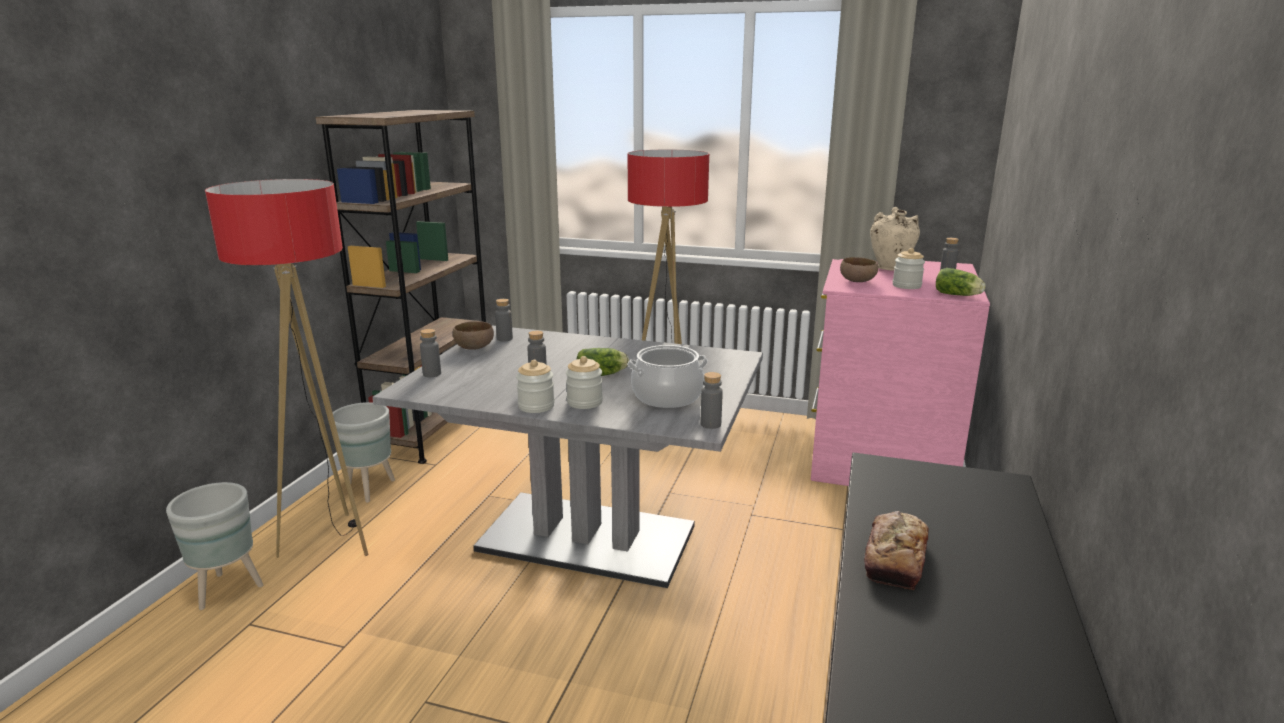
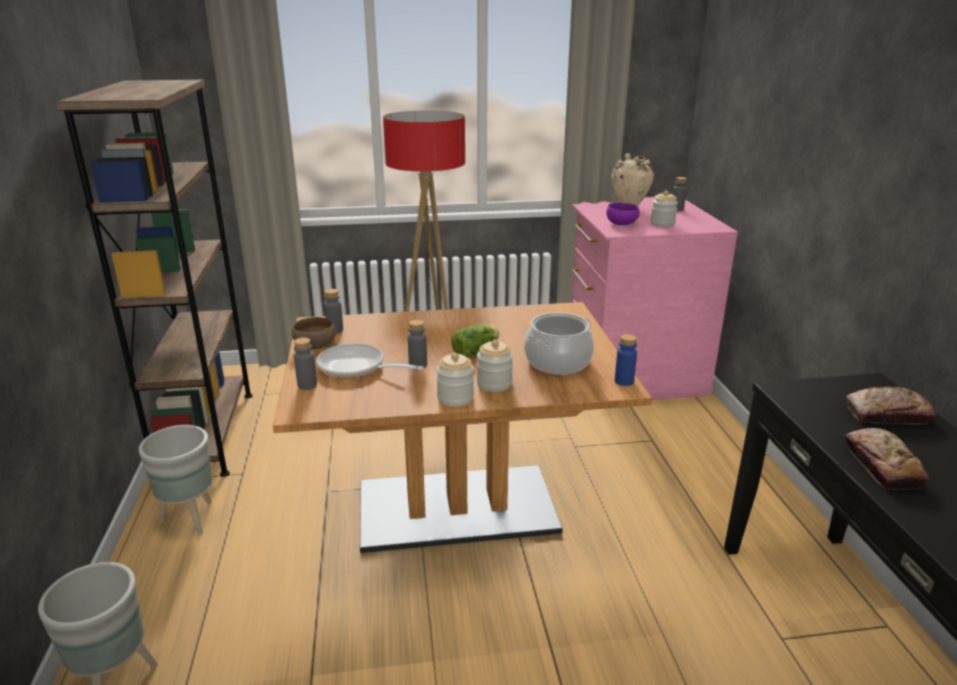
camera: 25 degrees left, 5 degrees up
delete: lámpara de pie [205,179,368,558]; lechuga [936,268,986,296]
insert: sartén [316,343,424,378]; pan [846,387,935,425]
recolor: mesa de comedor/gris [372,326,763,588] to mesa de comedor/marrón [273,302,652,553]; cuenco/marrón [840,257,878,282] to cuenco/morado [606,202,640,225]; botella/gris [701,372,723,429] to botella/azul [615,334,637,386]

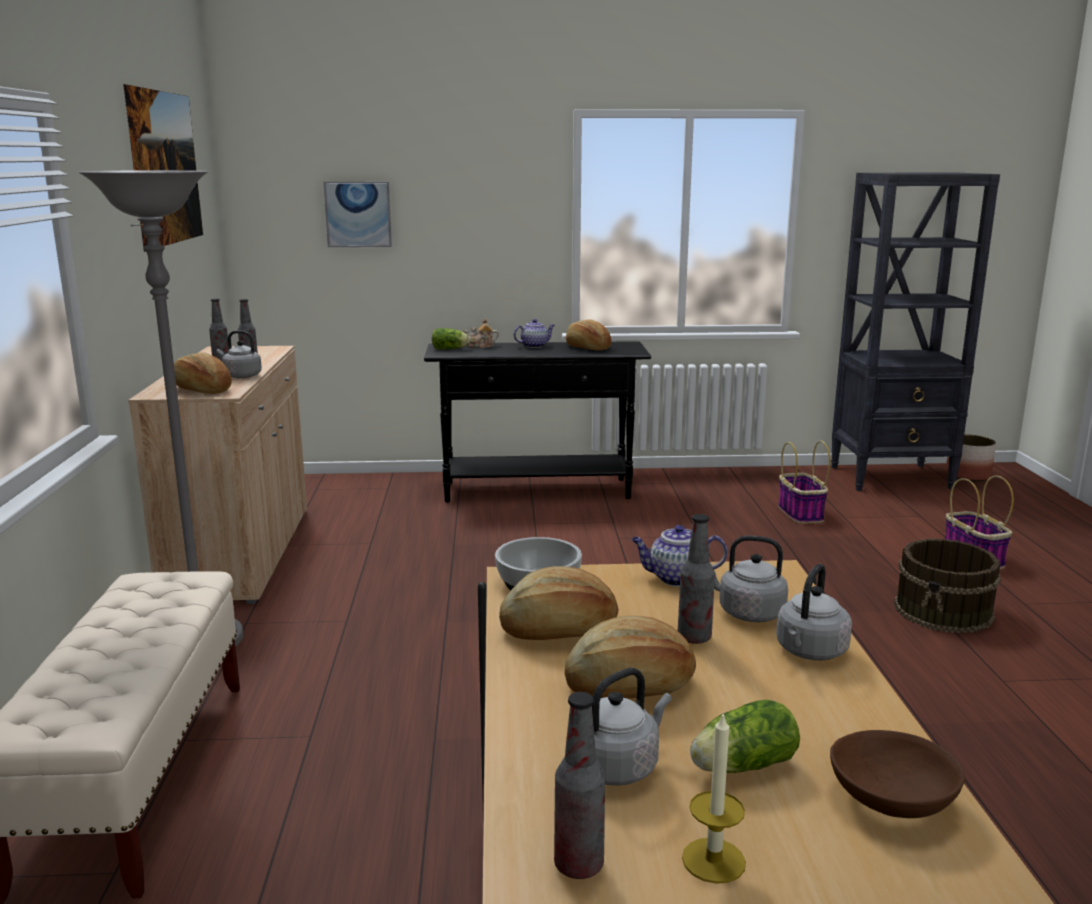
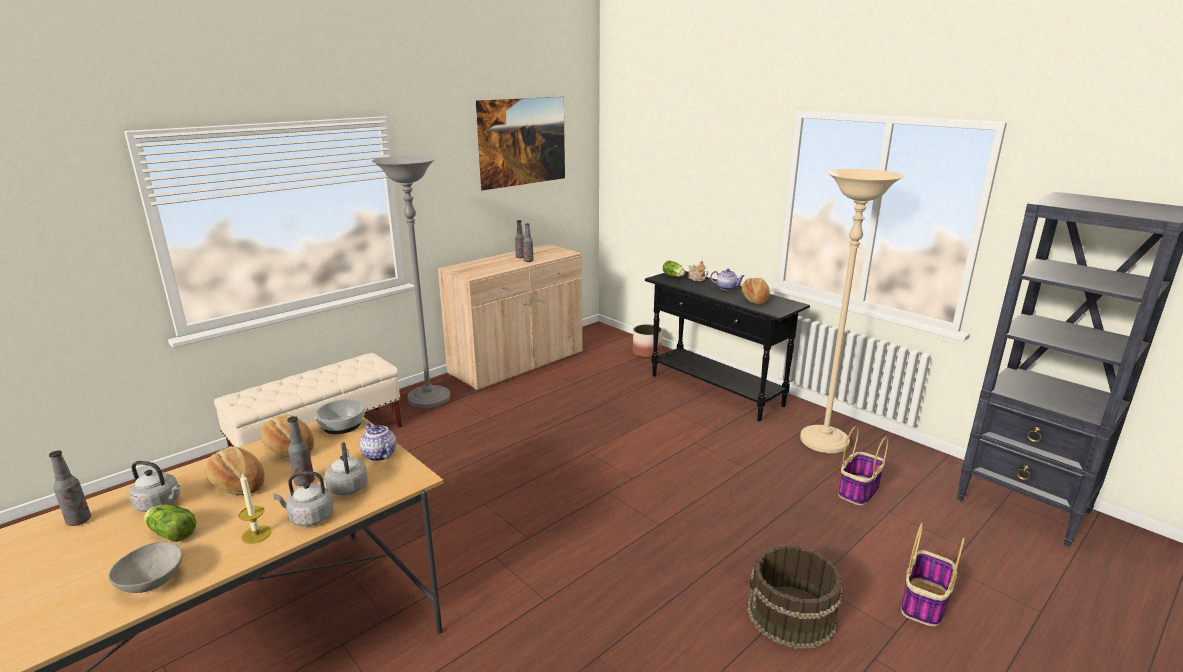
camera: 50 degrees right, 5 degrees up
delete: pan [174,352,232,394]; hervidor/gris [217,331,262,378]; cuadro [324,182,392,247]
insert: lámpara de pie/beis [800,169,904,454]
move: vela [682,712,746,884] to [239,474,271,544]; maceta [946,434,996,481] to [633,324,662,358]
recolor: cuenco/marrón [830,730,965,818] to cuenco/gris [109,542,183,593]

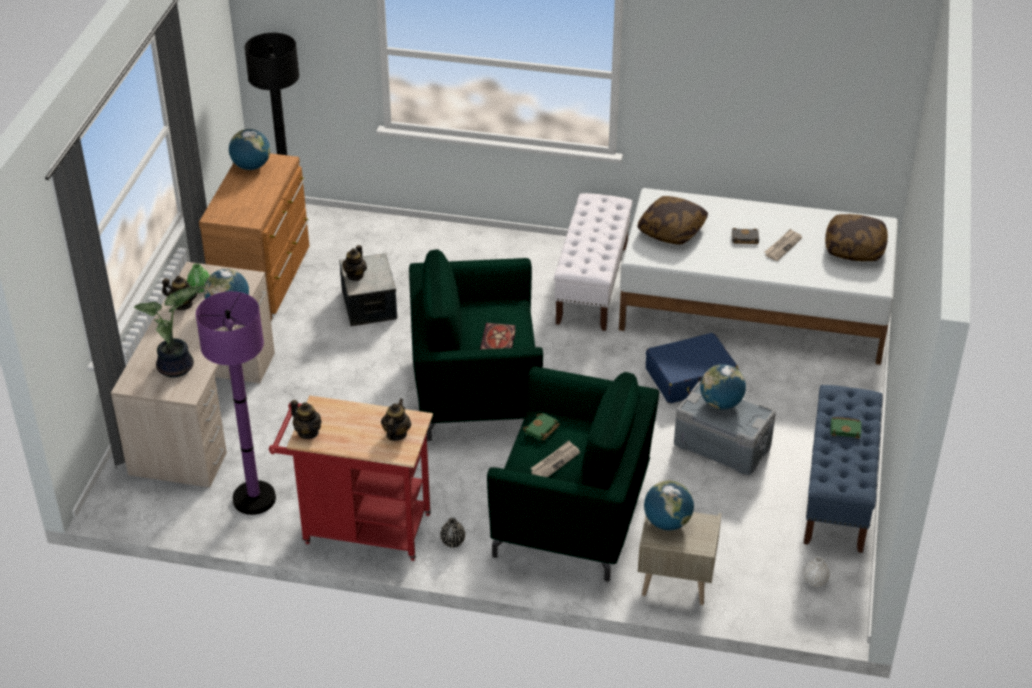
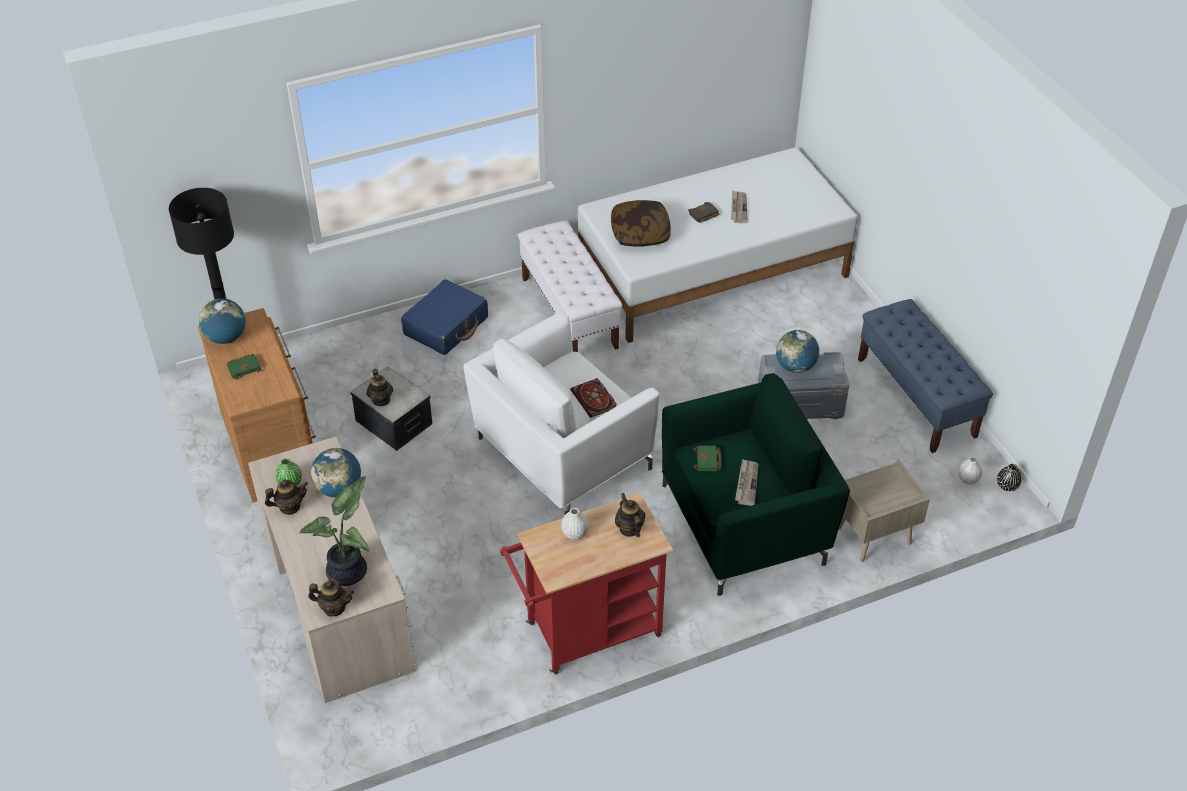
camera: 35 degrees left, 5 degrees up
delete: lámpara de pie/morado [196,291,276,515]; globo terráqueo [644,480,694,530]; cojín [825,214,888,261]
insert: florero/blanco [561,508,589,539]
move: libro/verde [830,417,861,439] to [227,354,261,379]; tetera [291,400,322,439] to [308,581,354,617]; maleta/azul [646,333,739,403] to [401,279,488,355]; florero/negro [440,518,465,548] to [997,464,1022,491]
recolor: sillón/verde [409,249,543,441] to sillón/blanco [464,312,660,515]

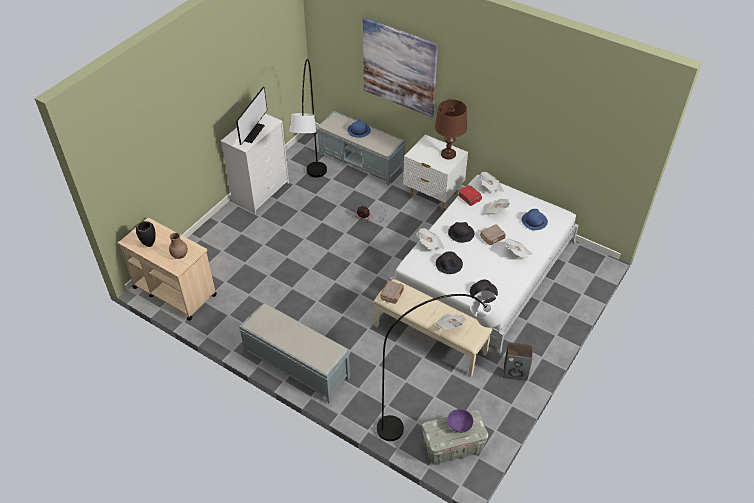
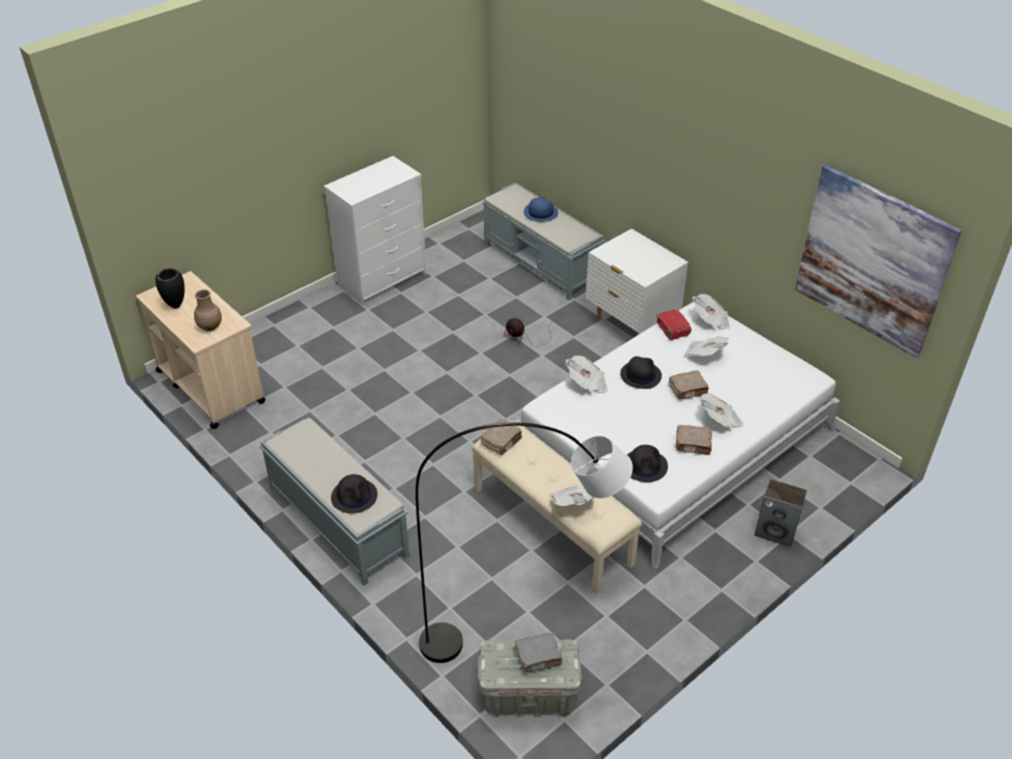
camera: 15 degrees right, 5 degrees down
delete: monitor [236,86,267,145]; lámpara de pie/gris [290,59,327,177]; lámpara de mesa/marrón [435,99,467,159]; sombrero/azul [522,209,548,230]
insert: libro/marrón [676,425,712,455]
move: sombrero/negro [436,251,463,274] to [331,474,378,514]; altavoz [503,342,533,381] to [755,479,807,547]; cuadro [363,18,438,118] to [795,165,962,358]
replace: cuenco/morado [447,409,473,433] to libro/gris [515,633,563,673]

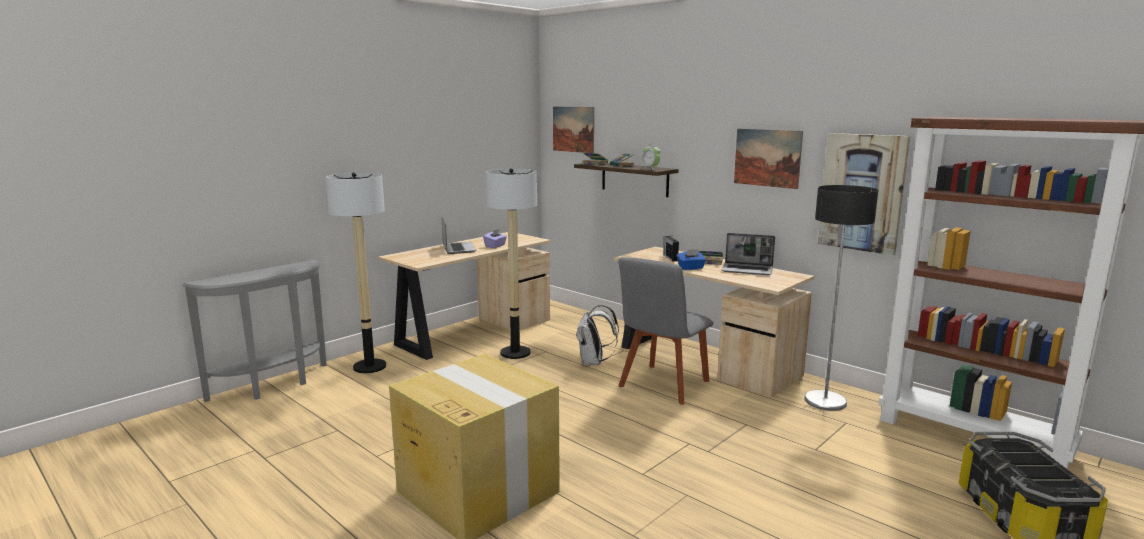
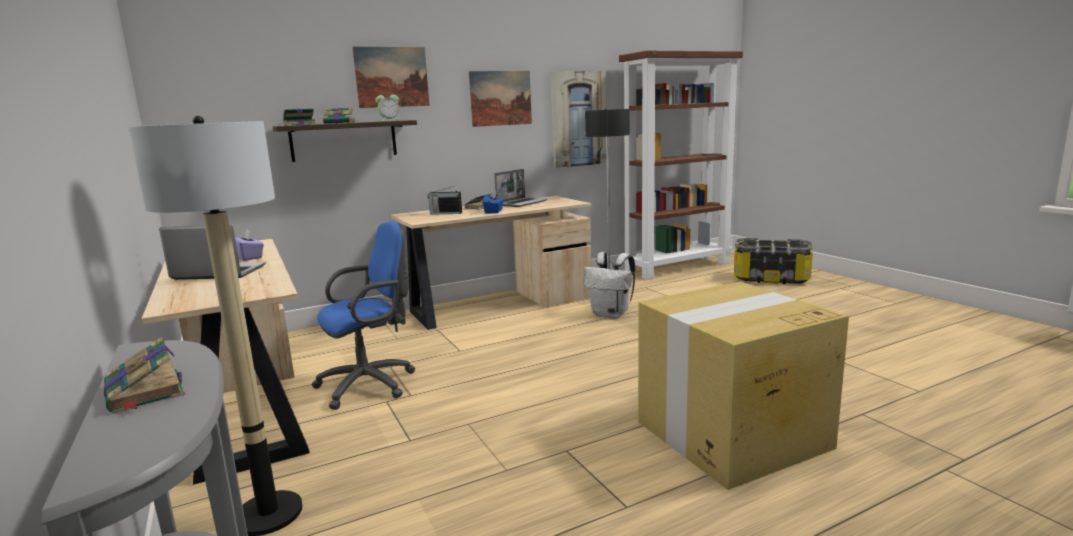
camera: 70 degrees left, 0 degrees up
delete: silla/gris [618,257,714,405]
insert: libro [104,337,185,413]
move: cuadro [553,106,594,153] to [352,47,430,108]; mochila/blanco [577,305,619,365] to [584,252,635,318]
replace: lámpara de pie [486,168,537,359] to silla de oficina/azul [312,221,415,410]

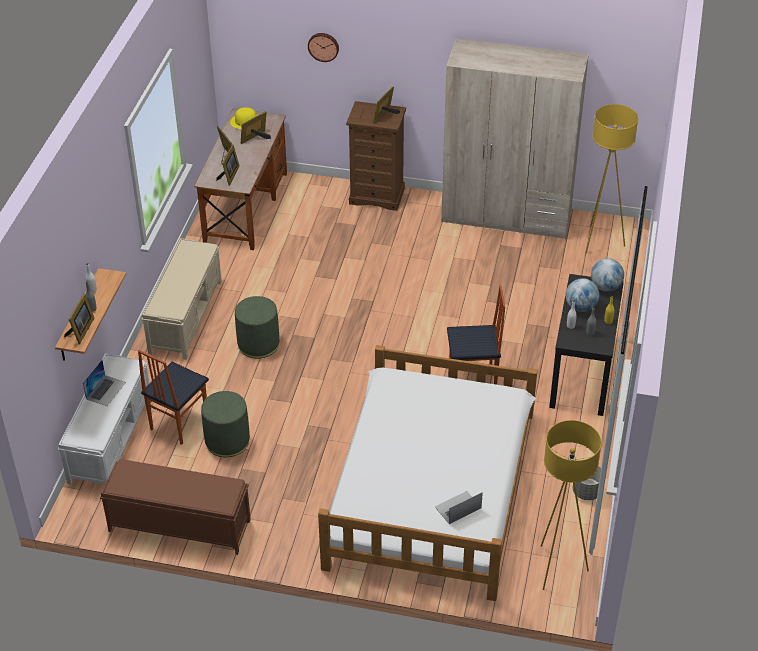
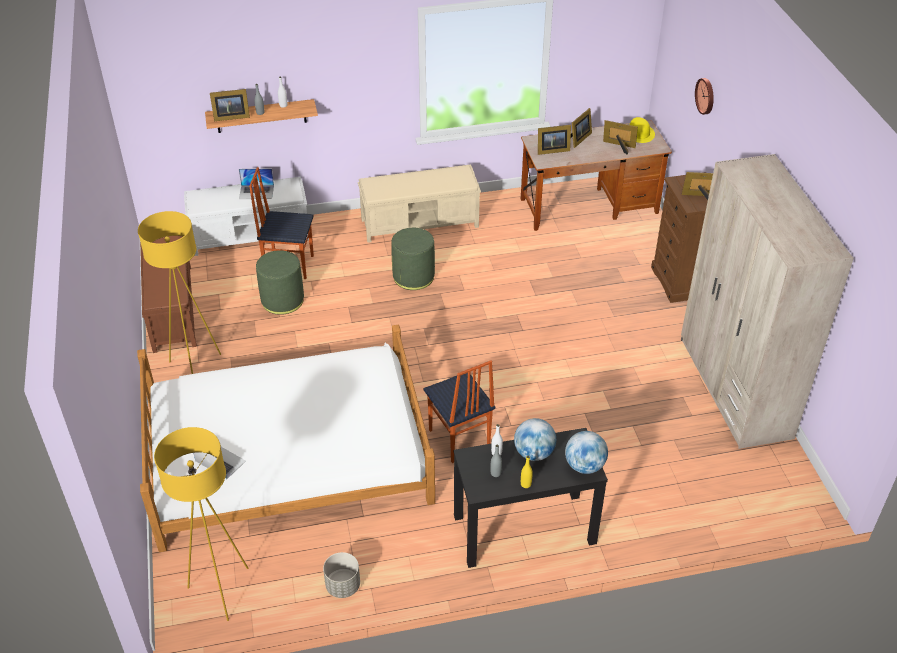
camera: 65 degrees right, 0 degrees up
move: lámpara de pie/amarillo [585,104,638,254] to [138,211,221,374]

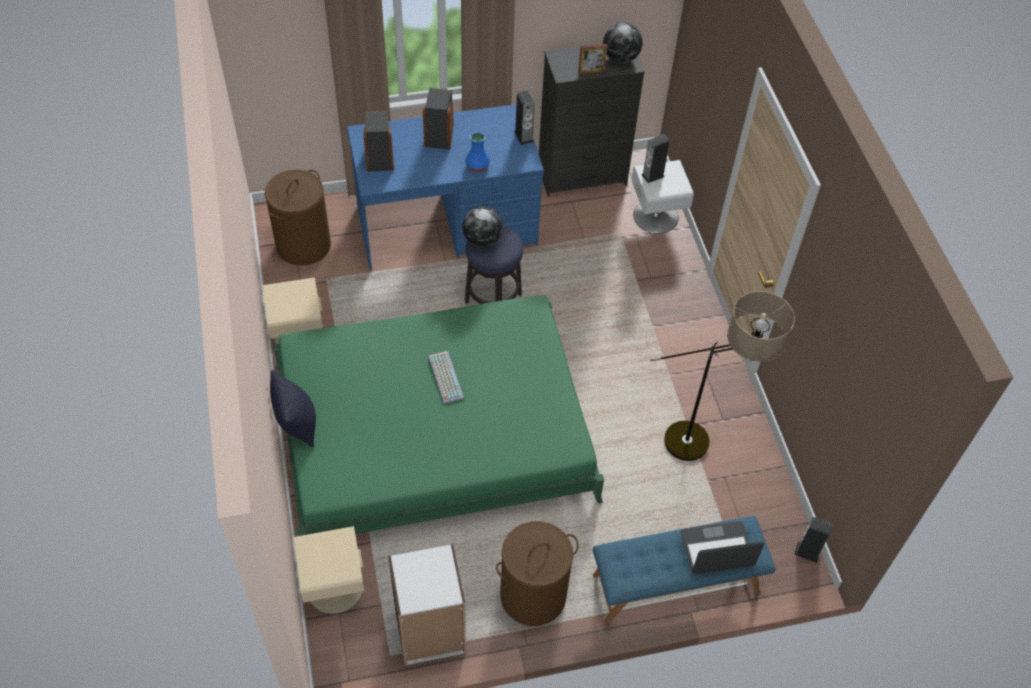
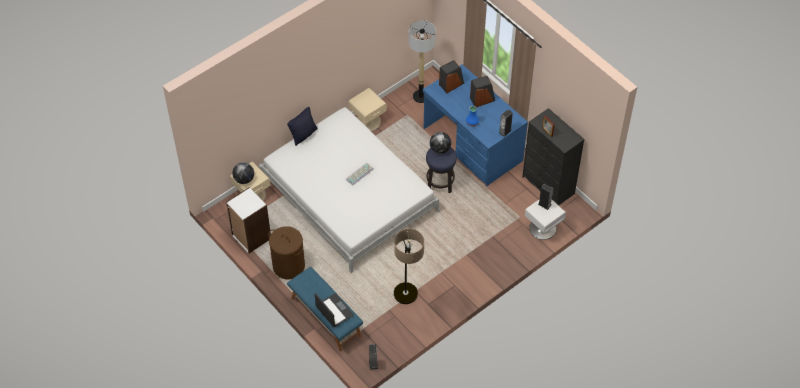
camera: 65 degrees right, 0 degrees up
move: globo terráqueo [603,23,642,63] to [232,162,254,184]
replace: cesto de la ropa/marrón [265,170,331,266] to lámpara de pie [409,20,436,103]
recolor: cama/verde [273,295,604,536] to cama/blanco [258,107,440,273]

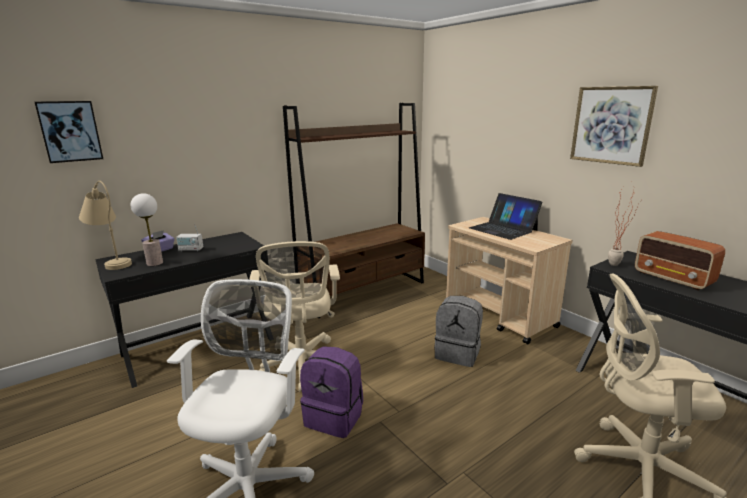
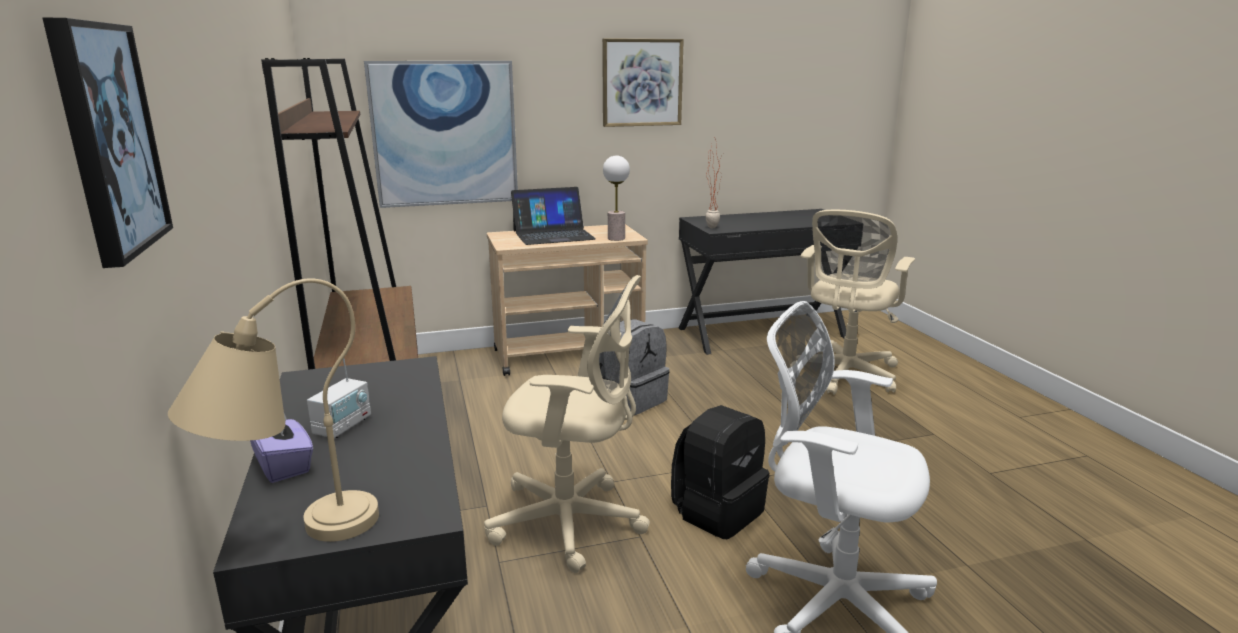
camera: 70 degrees left, 0 degrees up
delete: radio [635,231,725,291]
insert: cuadro [364,61,518,208]
move: lámpara de mesa [131,193,163,266] to [603,155,630,241]
recolor: mochila/morado [300,346,363,438] to mochila/negro [671,405,769,539]

